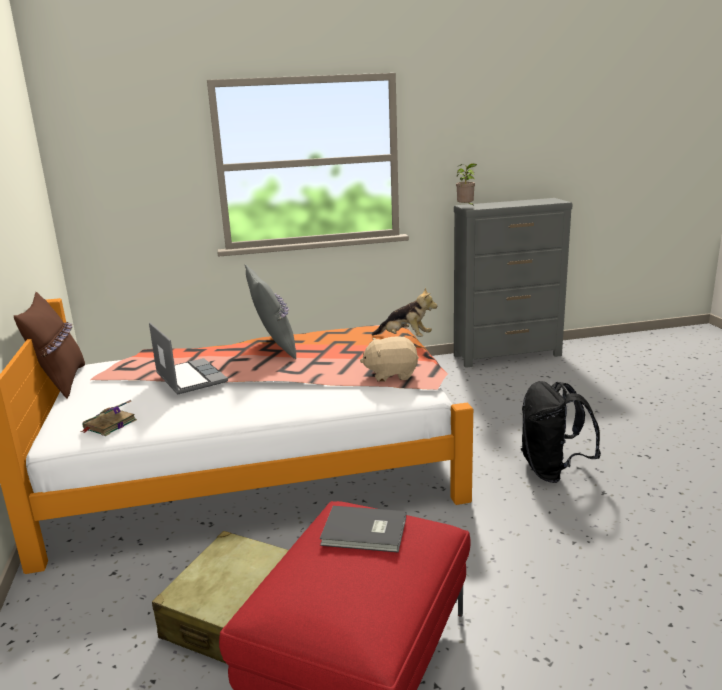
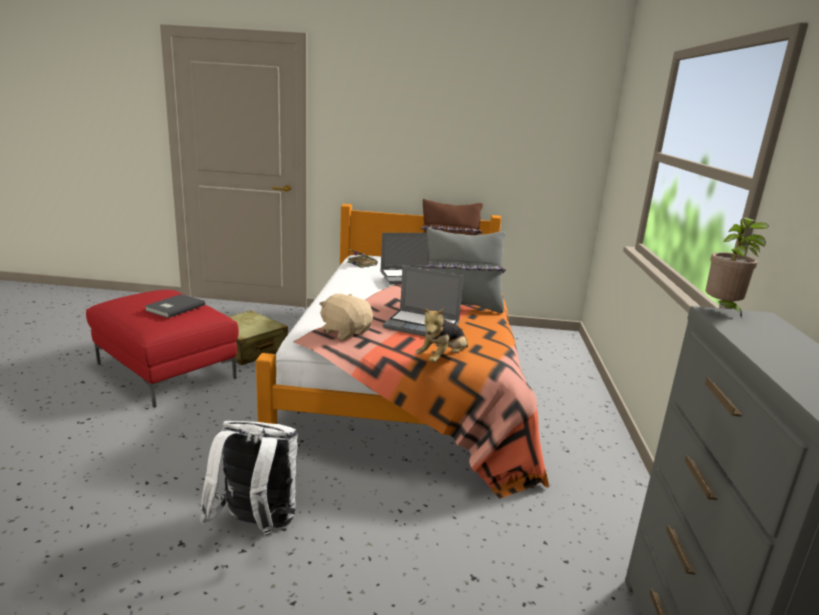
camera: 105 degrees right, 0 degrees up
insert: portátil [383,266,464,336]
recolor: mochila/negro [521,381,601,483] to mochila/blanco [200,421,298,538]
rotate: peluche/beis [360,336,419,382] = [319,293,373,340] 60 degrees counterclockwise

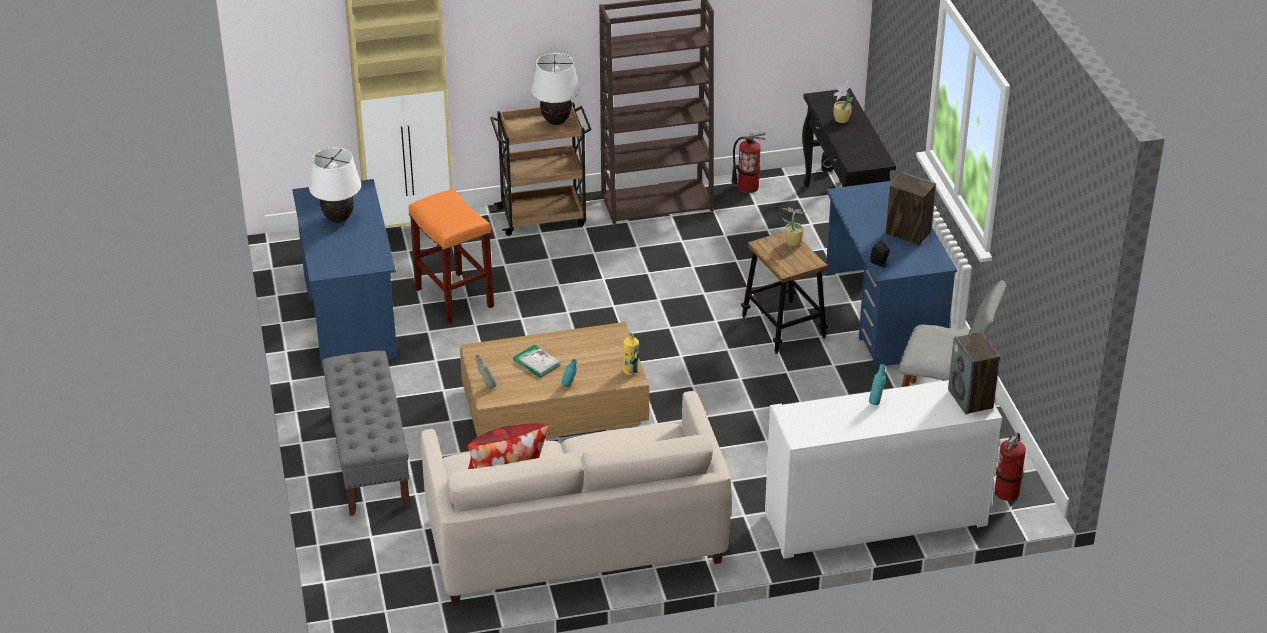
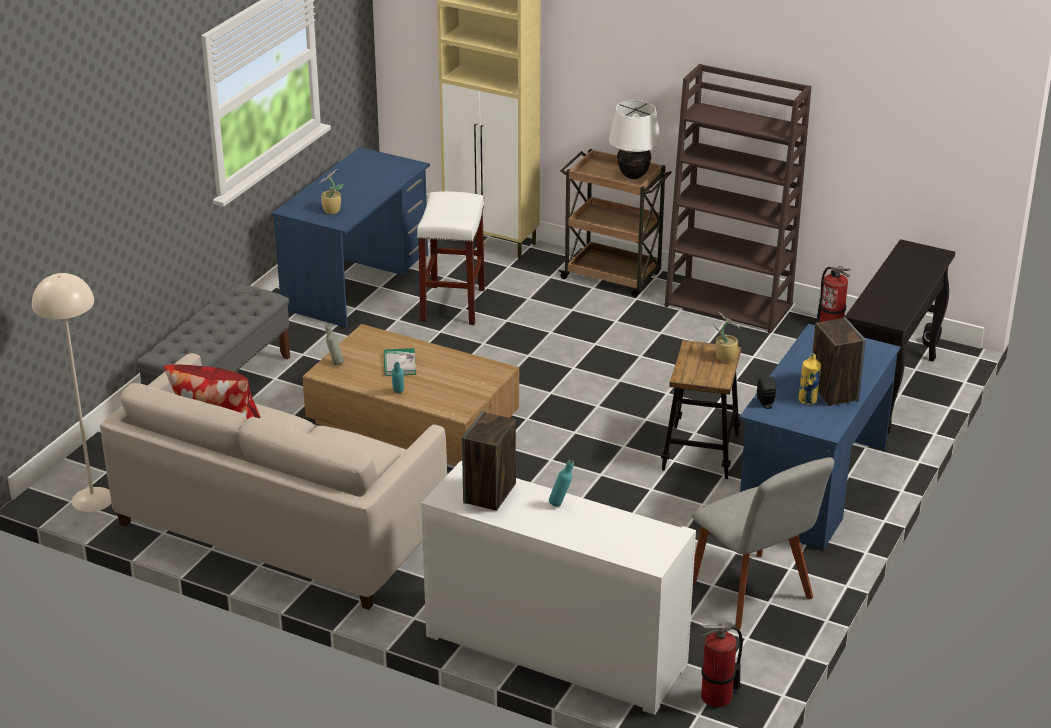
camera: 40 degrees right, 5 degrees down
delete: lámpara de mesa/blanco [309,147,361,223]
insert: lámpara de pie/beis [32,273,111,512]
move: planta en maceta [833,81,853,123] to [318,169,343,214]; altavoz [948,332,1000,415] to [462,411,516,511]; botella/amarillo [623,333,639,375] to [799,353,821,405]
recolor: taburete/naranja [409,189,494,324] to taburete/blanco [417,191,485,325]

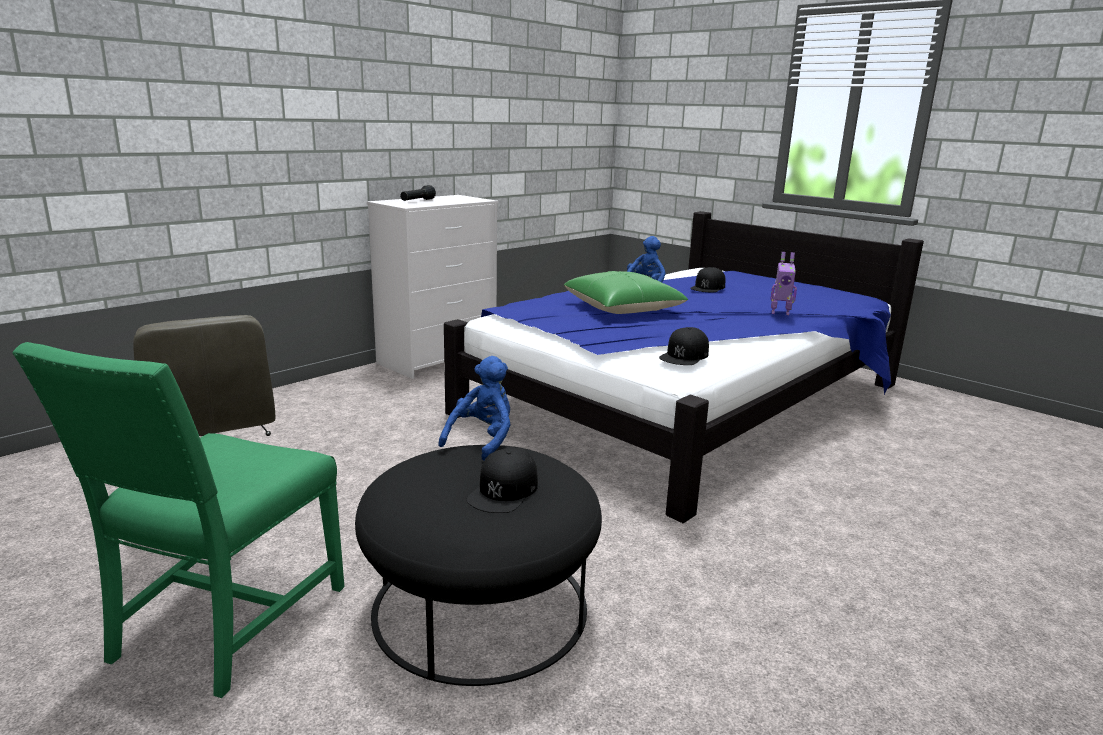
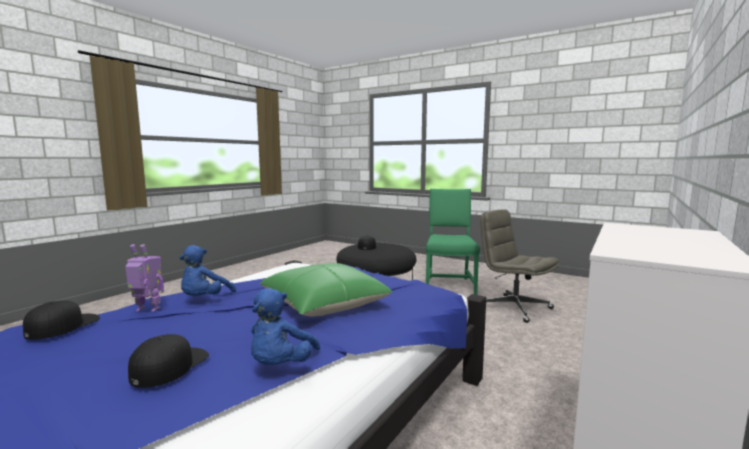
camera: 170 degrees right, 10 degrees down
delete: linterna/negro [400,185,436,201]
move: gorra/negro [659,327,709,365] to [23,300,100,340]; peluche/azul [438,356,511,461] to [180,245,236,296]

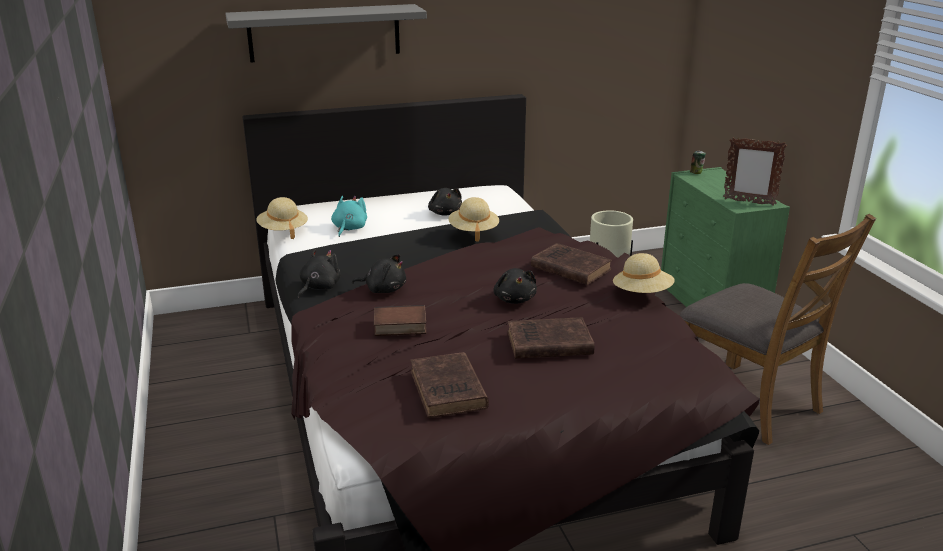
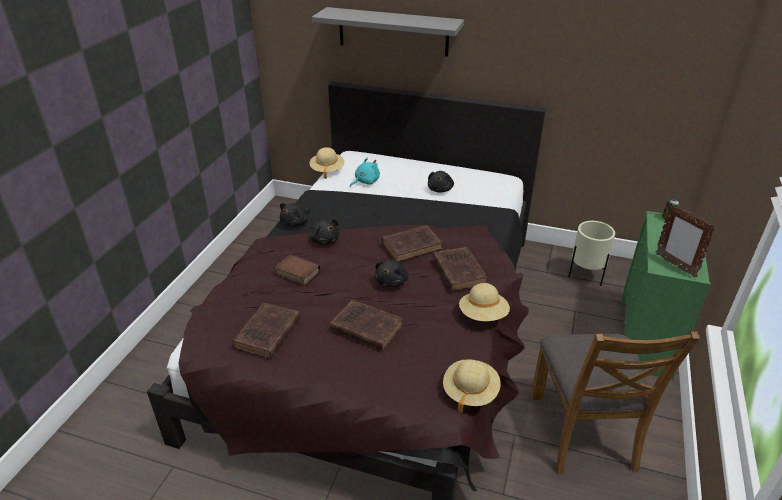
camera: 35 degrees right, 10 degrees up
insert: libro/marrón [382,225,443,262]
move: sombrero/beis [448,197,499,242] to [443,359,501,413]
rotate: peluche/negro [298,249,341,298] = [280,203,310,227] 150 degrees clockwise

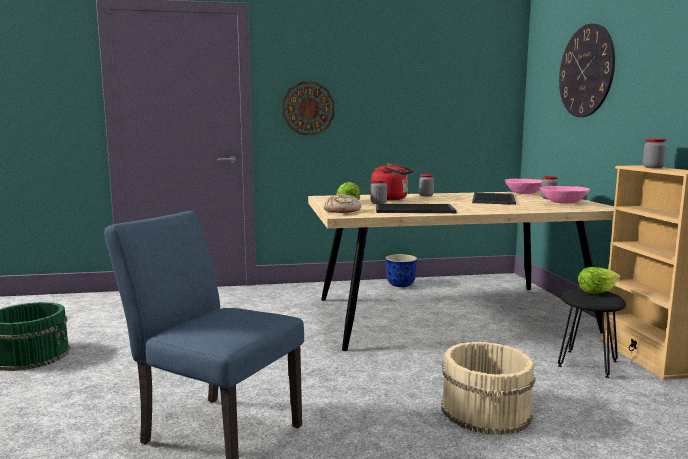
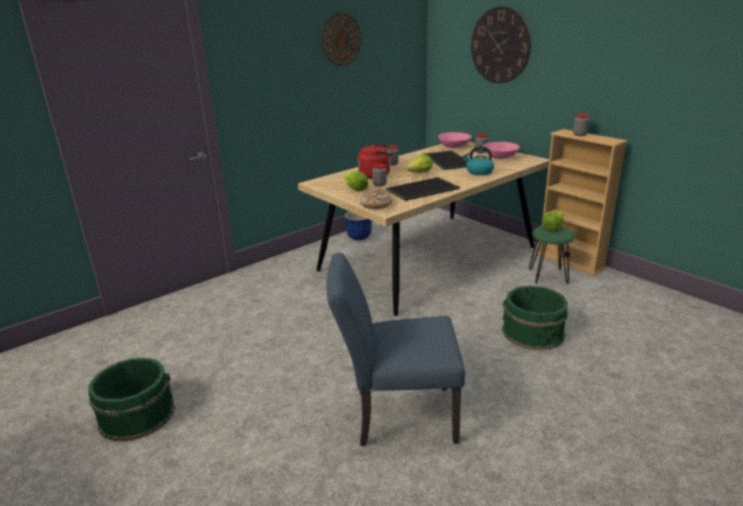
camera: 30 degrees left, 15 degrees up
insert: lechuga [405,154,433,173]; hervidor [463,146,494,175]
move: reloj de pared [282,82,335,135] to [321,13,361,66]
recolor: cubo/beis [441,341,535,435] to cubo/verde [502,286,568,350]; taburete/negro [558,288,626,378] to taburete/verde [529,225,575,284]

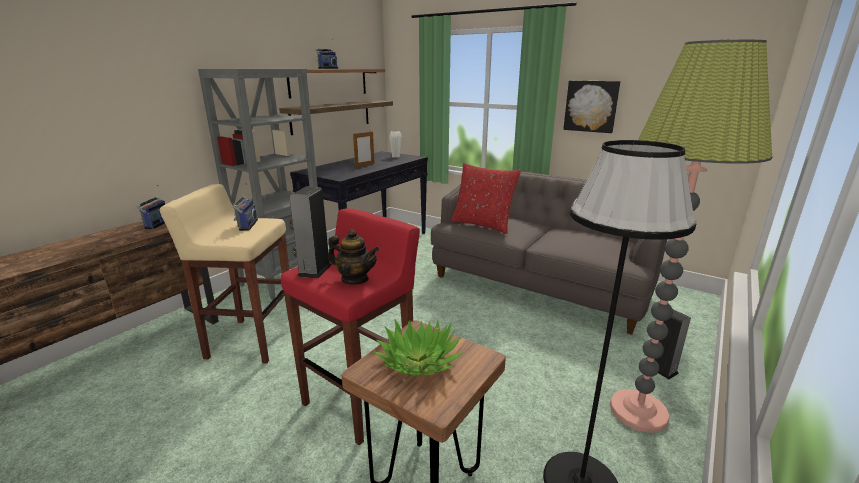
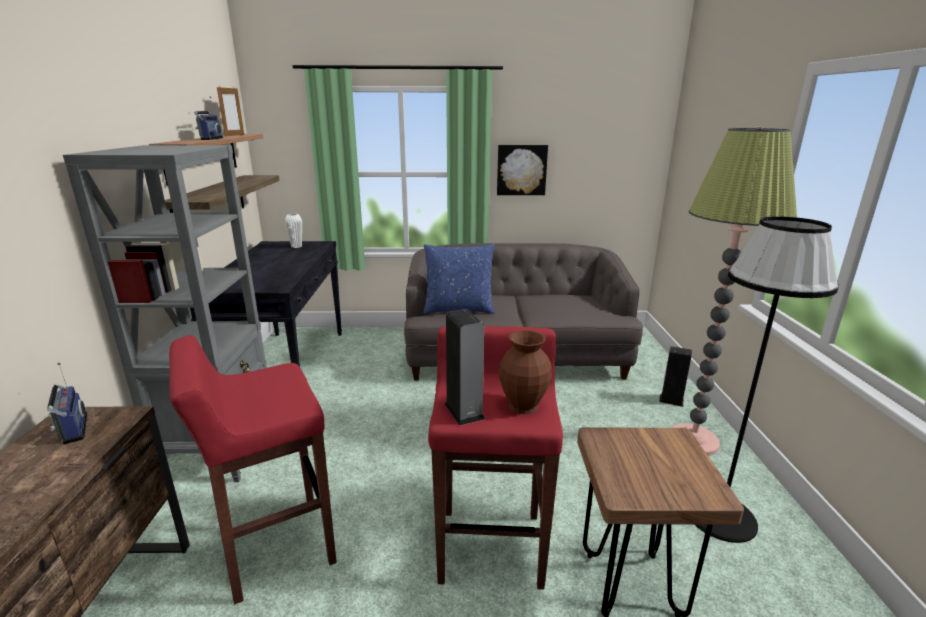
camera: 35 degrees left, 0 degrees up
delete: radio [233,183,258,231]; planta en maceta [374,319,464,376]
move: portarretratos [353,132,375,167] to [217,87,244,136]
replace: tetera [328,229,379,285] to florero/marrón [499,330,552,414]
recolor: taburete/beis [160,184,289,364] to taburete/rojo [169,335,337,604]; cojín/rojo [451,163,521,234] to cojín/azul [423,244,494,314]

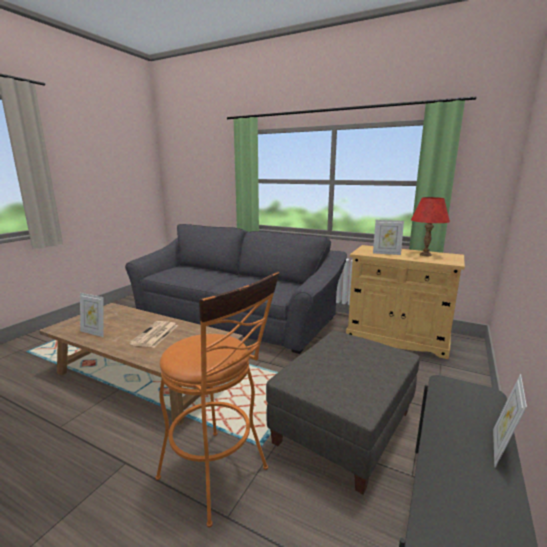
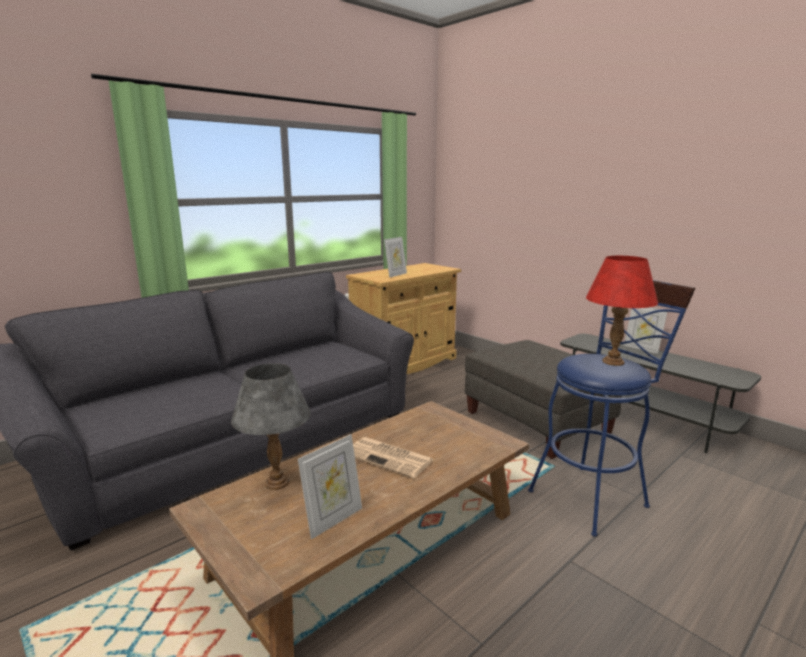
camera: 70 degrees left, 0 degrees up
insert: lámpara de mesa/gris [231,363,311,490]
move: lámpara de mesa/rojo [411,197,450,256] to [586,256,658,366]
recolor: taburete/naranja [155,271,279,527] to taburete/azul [528,280,695,537]

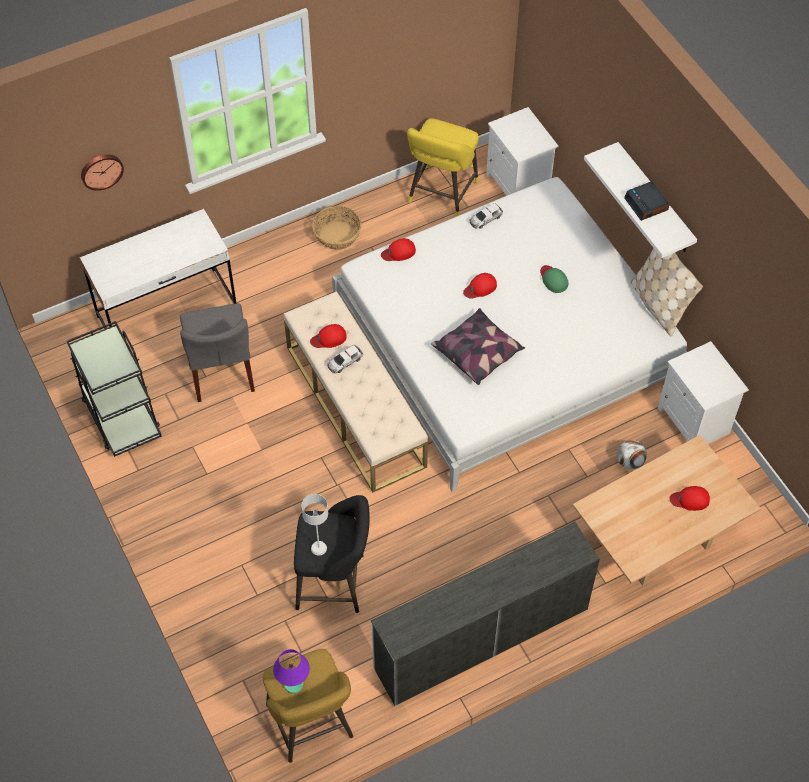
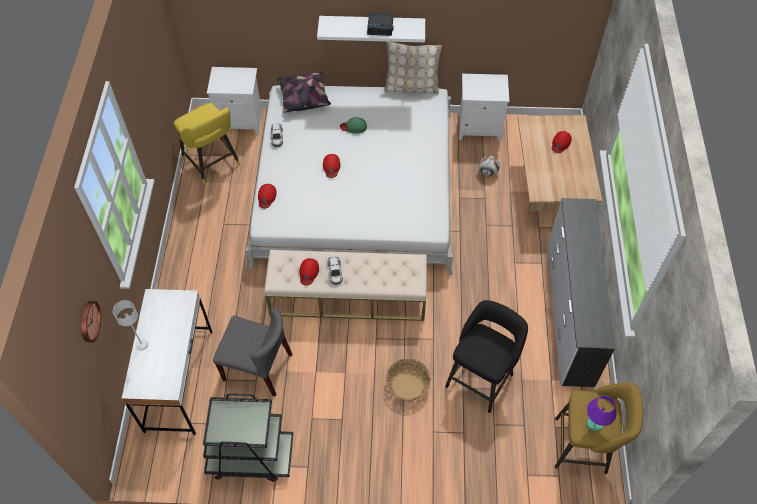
camera: 60 degrees left, 0 degrees up
move: lámpara de mesa/gris [302,494,328,556] to [113,300,148,351]; cojín [431,308,525,385] to [277,72,331,113]; cesta [312,206,362,250] to [386,358,431,401]

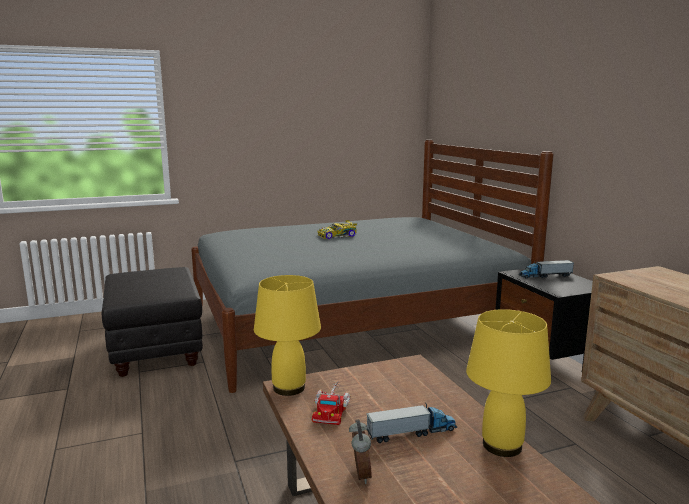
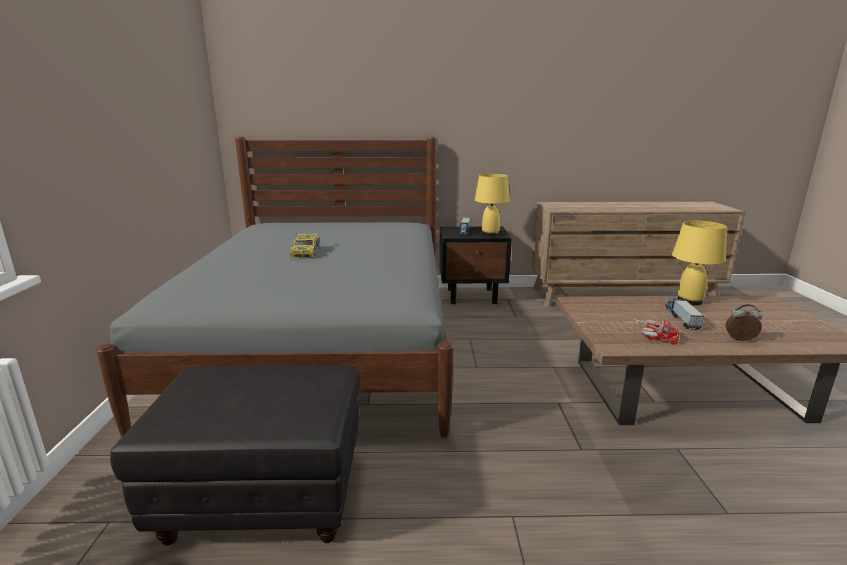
camera: 70 degrees left, 5 degrees up
move: lámpara de mesa/amarillo [254,275,321,396] to [475,174,510,236]

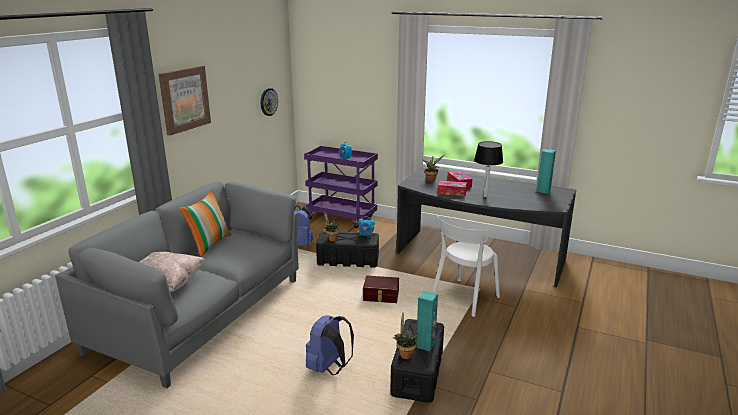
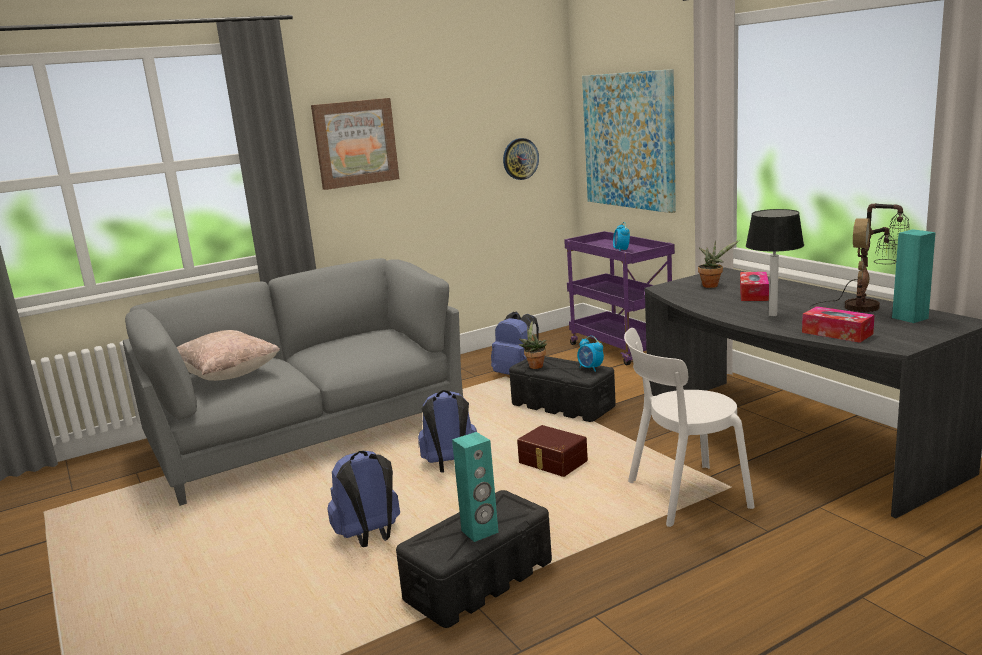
camera: 35 degrees right, 5 degrees down
delete: cojín [179,189,231,257]; planta en maceta [392,312,418,359]
insert: mochila/azul [418,390,477,473]; cuadro [582,69,676,213]; lámpara de mesa [810,203,910,312]
move: caja de pañuelos [438,181,467,196] to [802,306,875,343]

